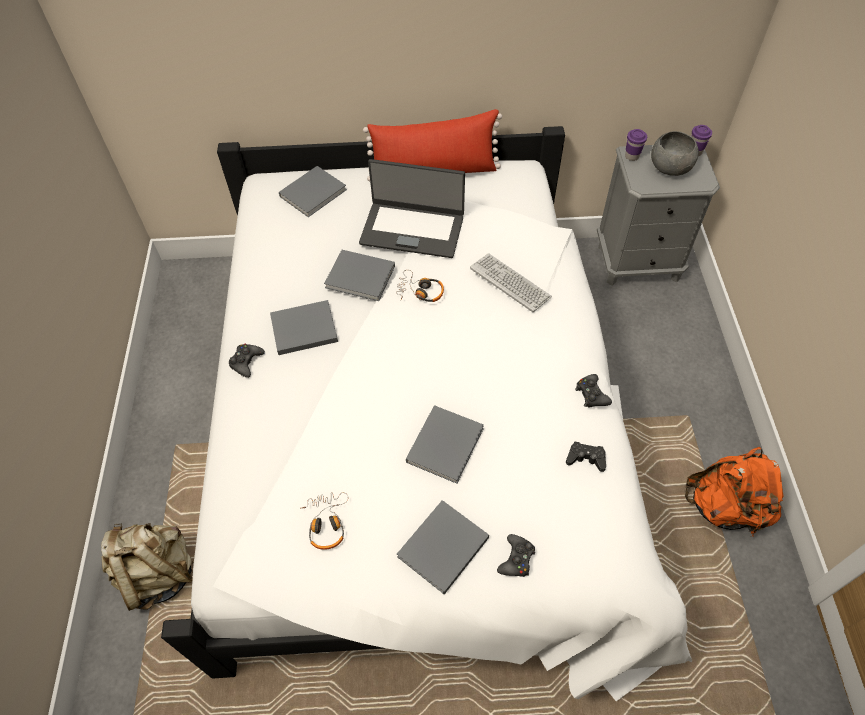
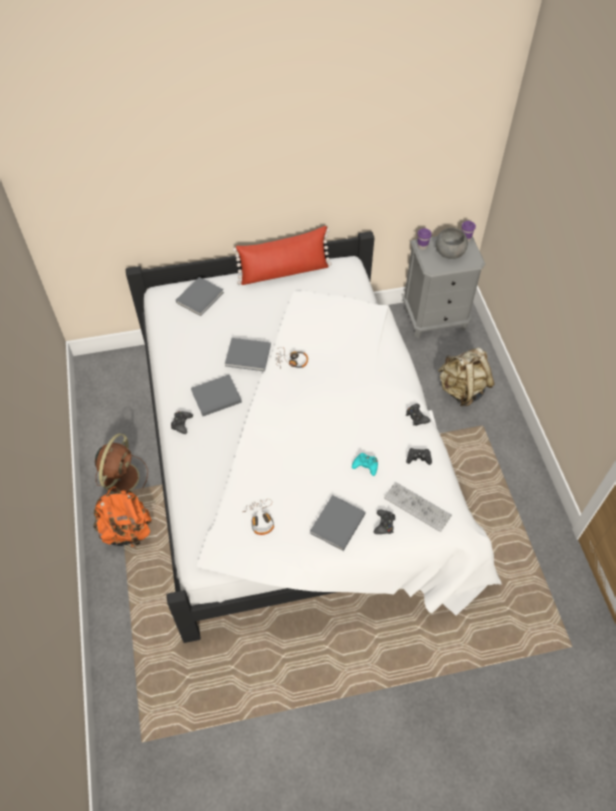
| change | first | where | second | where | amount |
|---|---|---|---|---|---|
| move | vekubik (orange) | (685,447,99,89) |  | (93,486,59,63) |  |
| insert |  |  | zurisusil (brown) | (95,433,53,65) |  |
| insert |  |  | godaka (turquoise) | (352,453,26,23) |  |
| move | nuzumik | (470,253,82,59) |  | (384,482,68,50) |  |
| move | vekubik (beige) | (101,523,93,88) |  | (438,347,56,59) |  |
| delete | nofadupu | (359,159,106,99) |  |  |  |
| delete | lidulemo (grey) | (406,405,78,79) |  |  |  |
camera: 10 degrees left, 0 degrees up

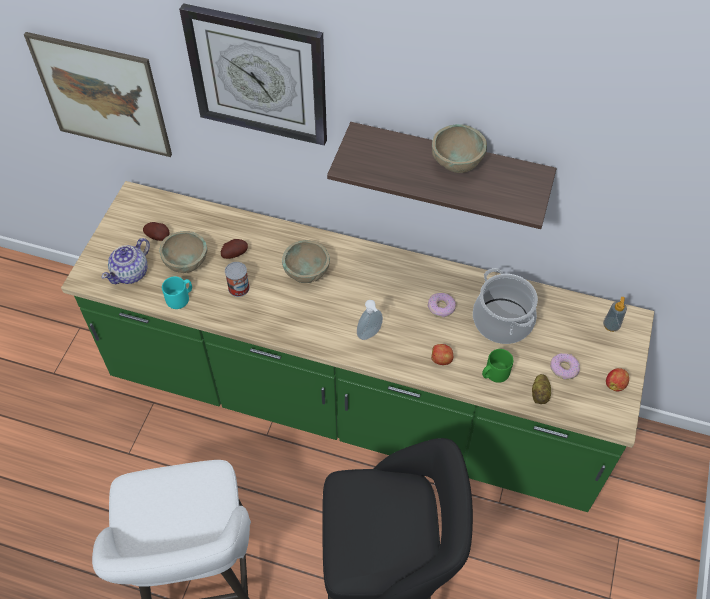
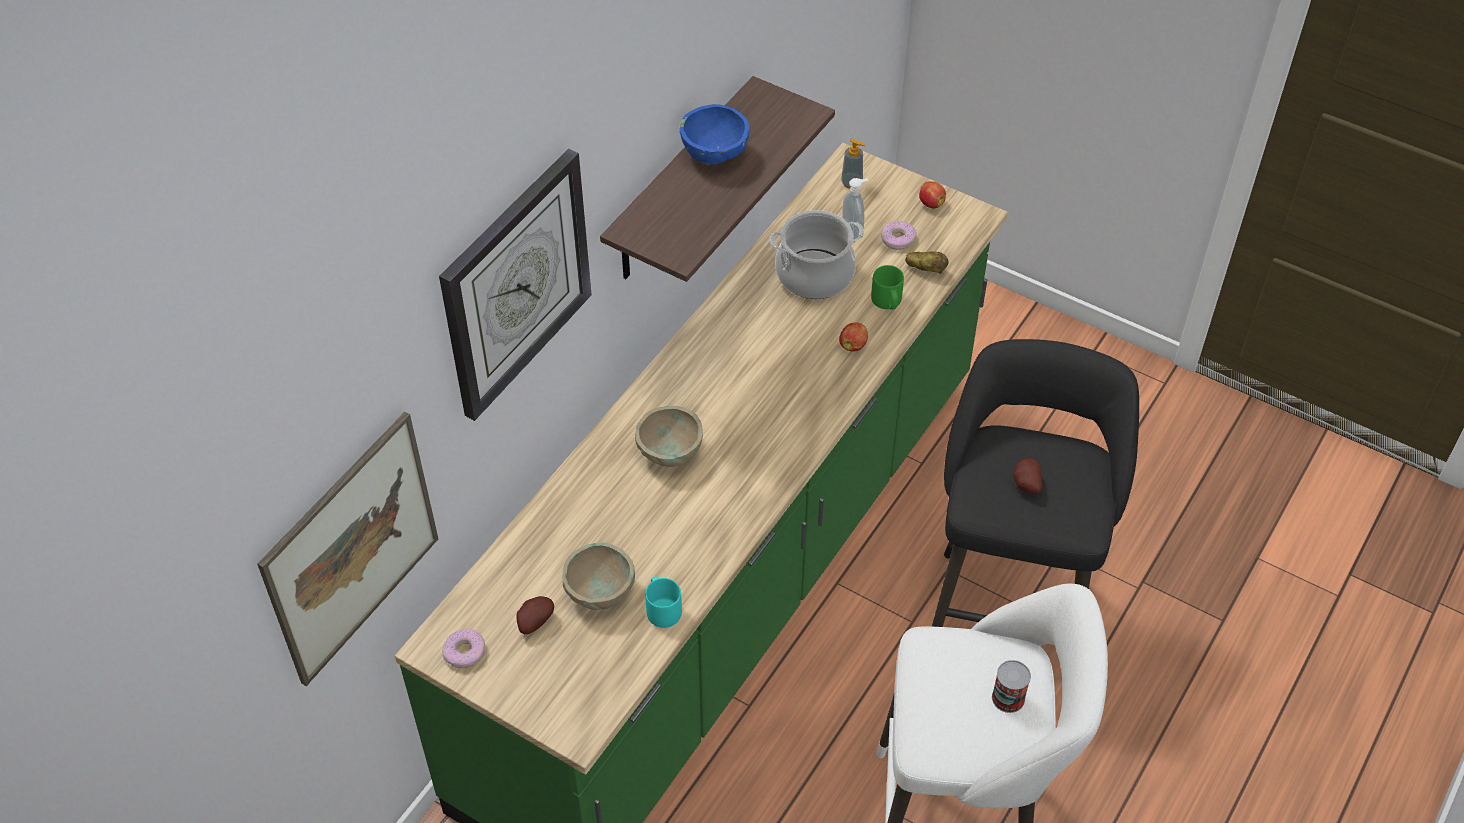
| change | first | where | second | where | amount |
|---|---|---|---|---|---|
| move | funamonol | (428,293,28,25) |  | (442,629,44,39) |  |
| recolor | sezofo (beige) | (432,124,55,49) | sezofo (blue) | (680,104,69,61) |  |
| move | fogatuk | (357,300,26,40) |  | (842,178,26,62) |  |
| move | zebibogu | (225,262,25,35) |  | (992,660,39,53) |  |
| move | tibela | (221,239,27,20) |  | (1013,458,30,37) |  |
| delete | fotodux | (102,238,48,46) |  |  |  |
camera: 75 degrees left, 5 degrees down

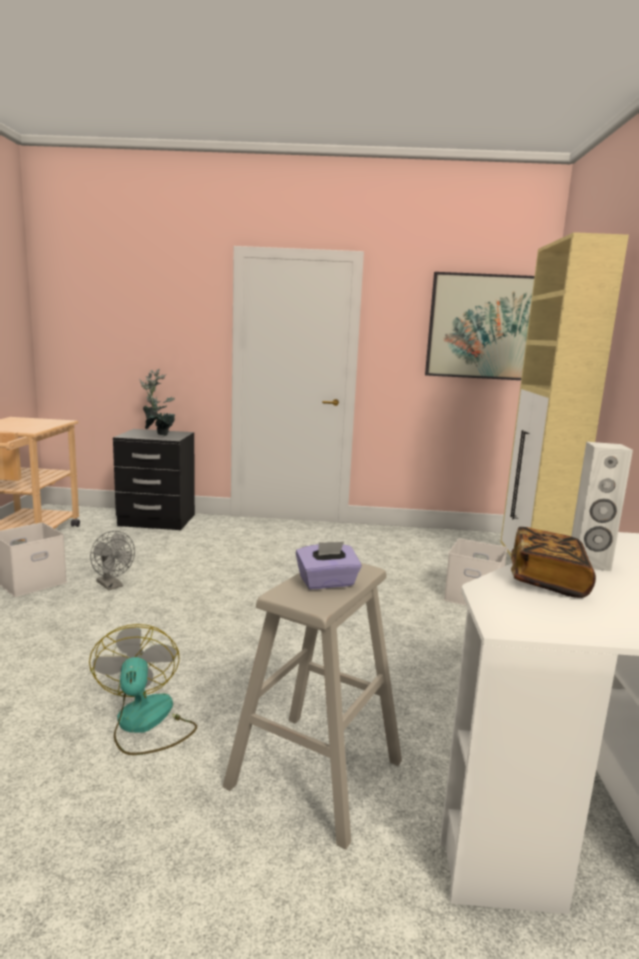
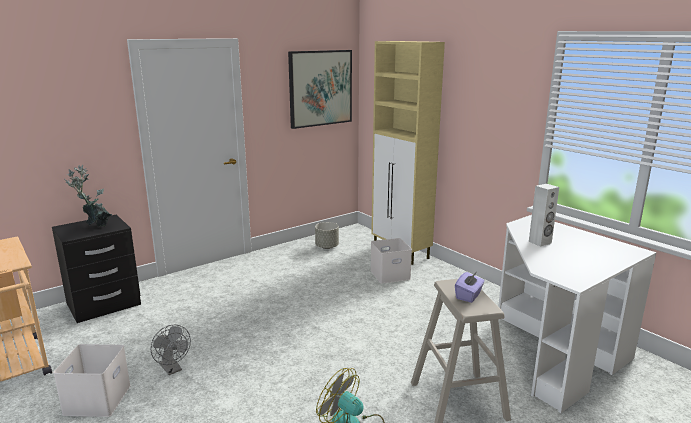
| change | first | where | second | where | amount |
|---|---|---|---|---|---|
| rotate | zurisusil (grey) | (90,531,45,59) |  | (150,325,41,50) | 45 degrees clockwise |
| insert |  |  | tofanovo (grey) | (315,222,24,27) |  |
| delete | lidulemo | (511,527,85,71) |  |  |  |
camera: 40 degrees left, 5 degrees up

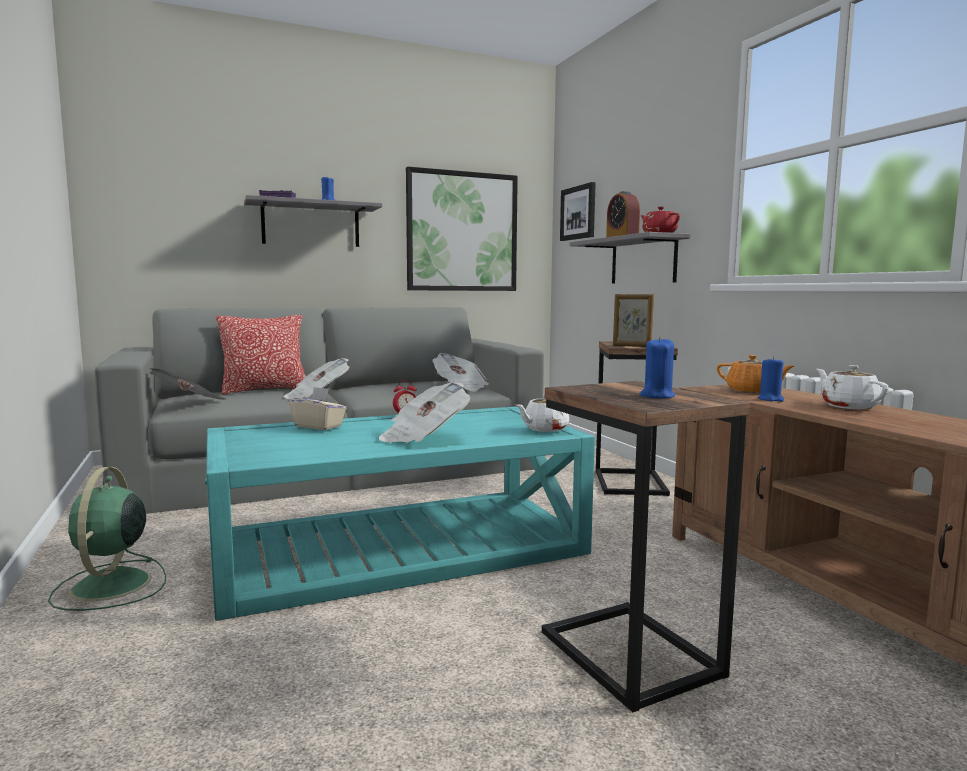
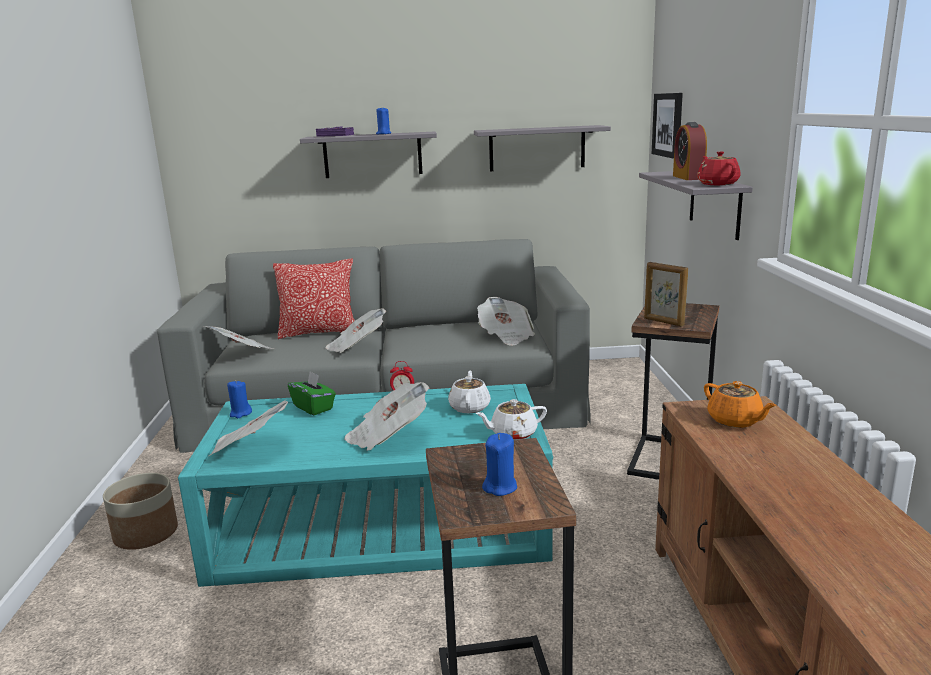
| change | first | where | second | where | amount |
|---|---|---|---|---|---|
| replace | zurisusil (green) | (48,467,118,144) | tofanovo | (103,473,75,77) |  |
| insert |  |  | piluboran | (209,399,79,57) |  |
| move | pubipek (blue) | (758,357,26,45) |  | (227,380,25,38) |  |
| recolor | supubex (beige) | (289,387,57,43) | supubex (green) | (288,371,48,44) |  |
| move | fotodux (white) | (817,365,72,44) |  | (448,371,43,42) |  |
| replace | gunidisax | (406,167,112,124) | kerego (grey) | (474,125,137,46) |  |
camera: 20 degrees right, 10 degrees up

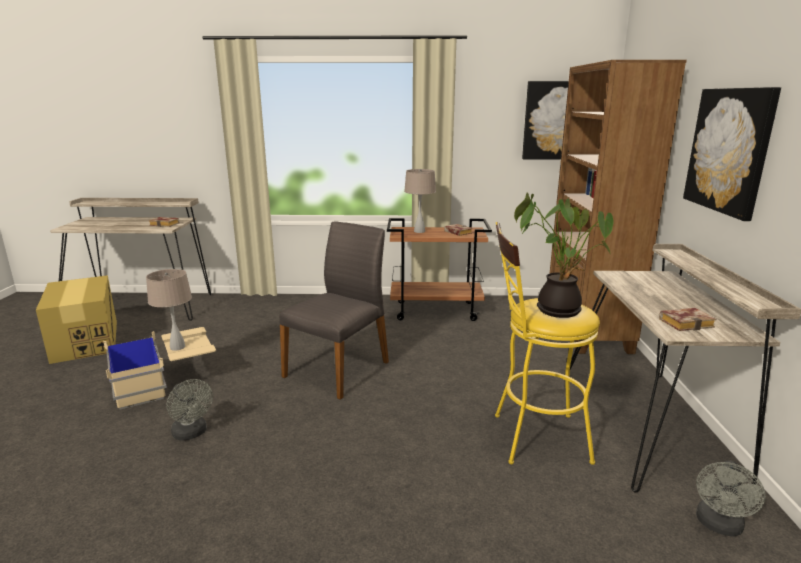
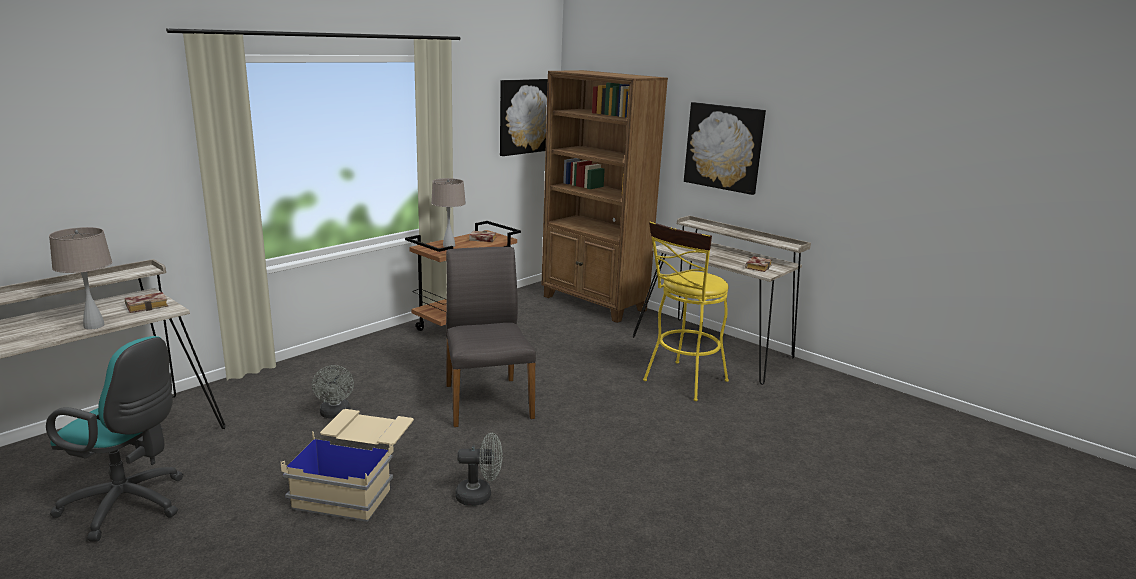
| change | first | where | second | where | amount |
|---|---|---|---|---|---|
| replace | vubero | (36,275,81,89) | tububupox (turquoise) | (46,336,137,205) |  |
| move | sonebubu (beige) | (146,269,46,82) |  | (49,227,63,102) |  |
| move | zurisusil (grey) | (696,461,70,76) |  | (312,365,42,54) |  |
| delete | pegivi | (514,192,100,126) |  |  |  |
camera: 50 degrees left, 0 degrees up

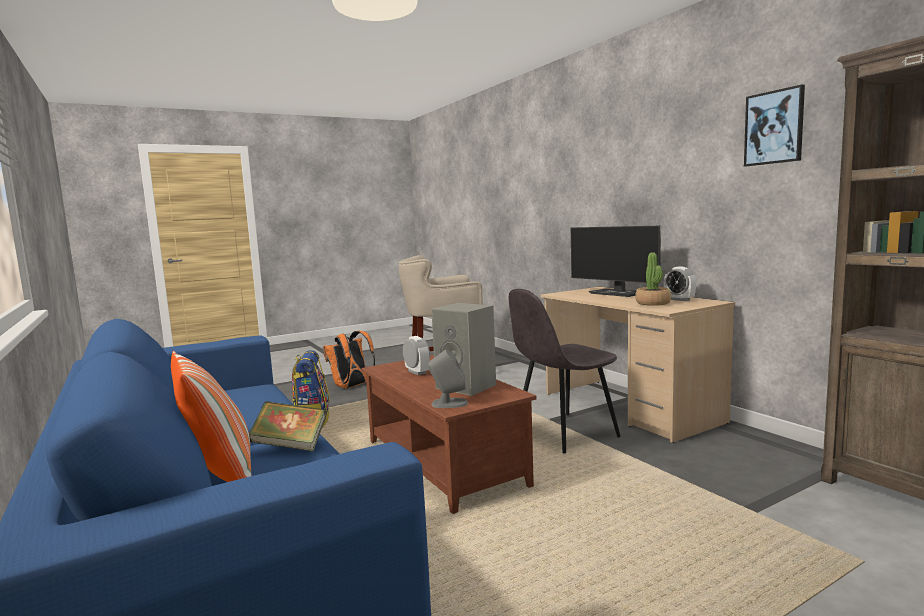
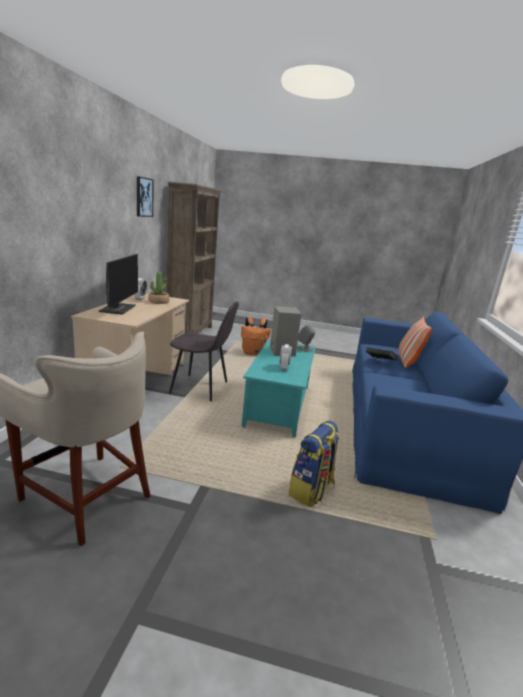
| change | first | where | second | where | amount |
|---|---|---|---|---|---|
| move | vekubik (orange) | (323,331,52,58) |  | (241,317,30,38) |  |
| recolor | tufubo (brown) | (361,355,175,159) | tufubo (turquoise) | (241,339,75,98) |  |
camera: 140 degrees left, 10 degrees up

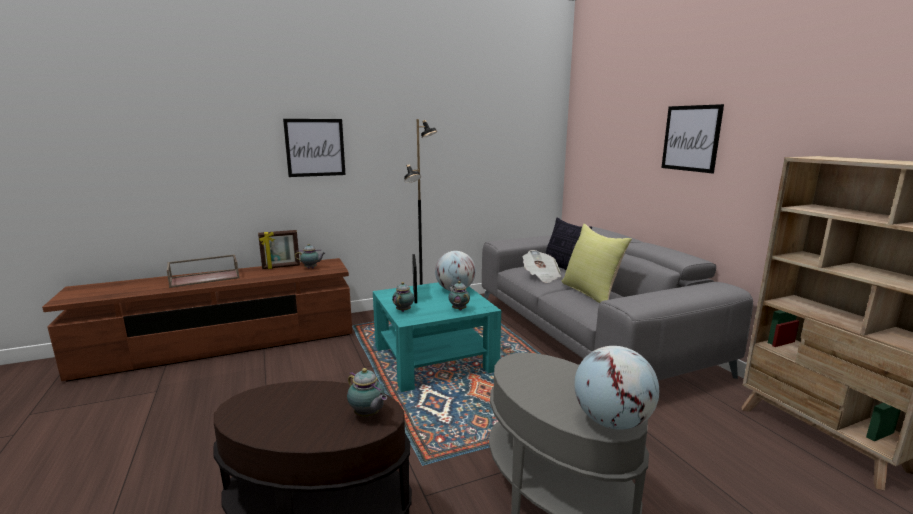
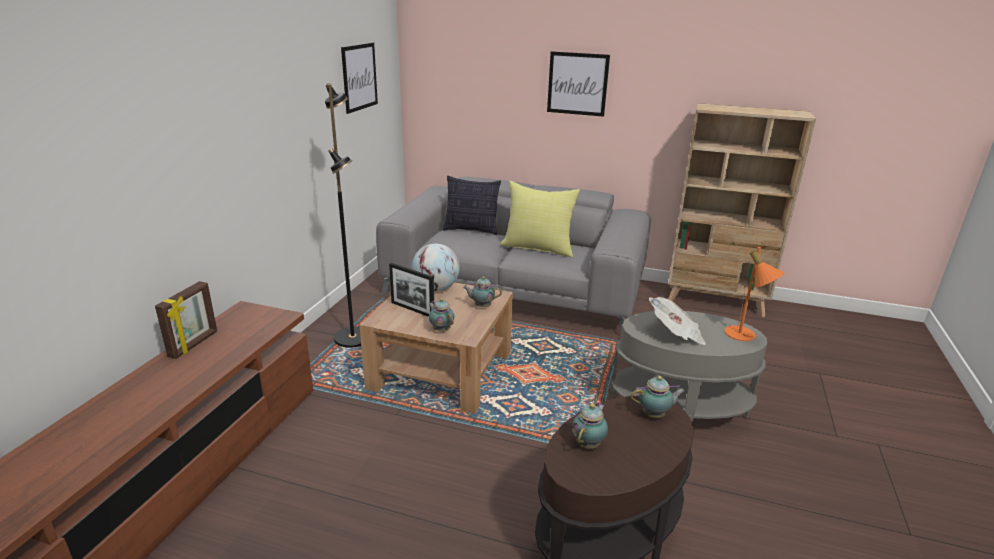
| change | first | where | second | where | amount |
|---|---|---|---|---|---|
| move | gunidisax | (283,119,62,58) |  | (341,43,37,71) |  |
| recolor | tufubo (turquoise) | (373,282,128,110) | tufubo (brown) | (359,282,154,132) |  |
| move | fotodux | (295,244,30,25) |  | (572,403,36,46) |  |
| move | piluboran | (523,250,38,33) |  | (649,297,57,48) |  |
| replace | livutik | (574,346,85,84) | sonebubu (orange) | (724,247,60,94) |  |
| delete | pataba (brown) | (167,255,73,33) |  |  |  |
camera: 50 degrees left, 10 degrees up

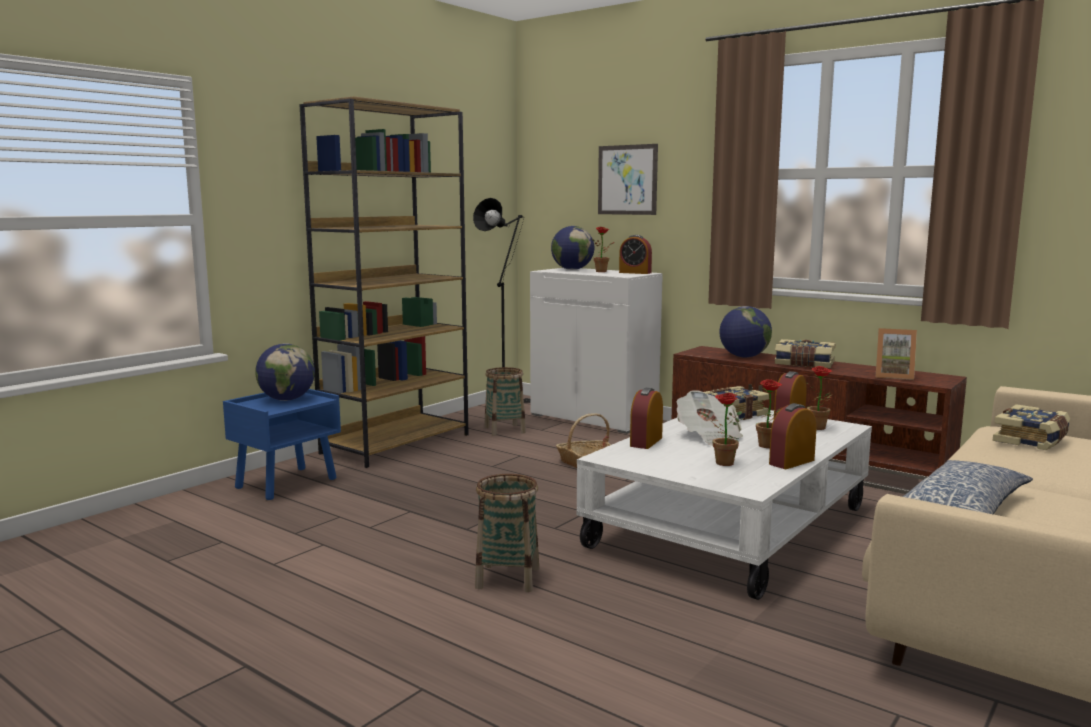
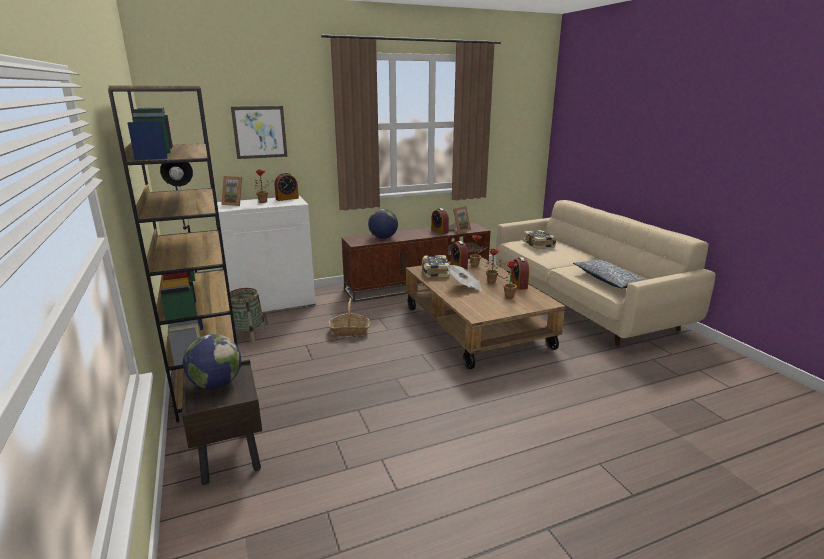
| change | first | where | second | where | amount |
|---|---|---|---|---|---|
| recolor | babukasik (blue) | (223,389,118,111) | babukasik (brown) | (182,359,80,126) |  |
| replace | livutik | (551,226,43,44) | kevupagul | (221,176,21,30) |  |
| recolor | tufubo (white) | (576,410,296,190) | tufubo (brown) | (406,257,160,112) |  |
| move | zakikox | (630,388,33,61) |  | (431,208,18,26) |  |
| delete | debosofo | (475,474,64,118) |  |  |  |
| delete | lidulemo | (775,339,61,29) |  |  |  |
camera: 60 degrees left, 10 degrees up

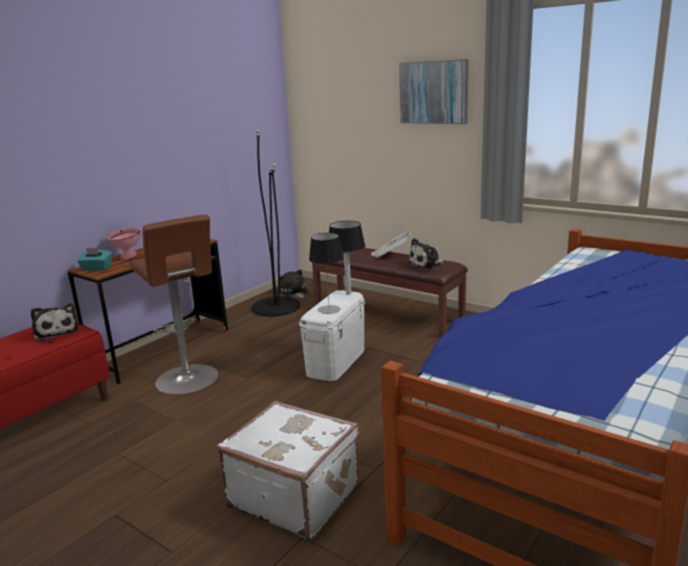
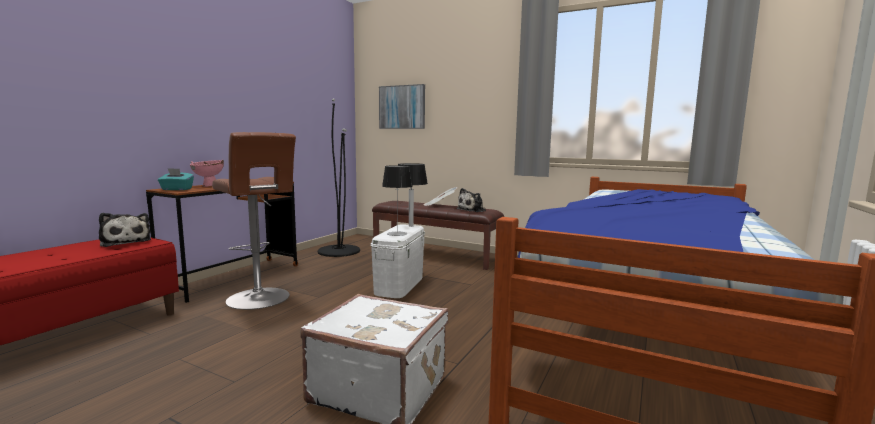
| change | first | where | second | where | amount |
|---|---|---|---|---|---|
| move | gunidisax | (399,59,70,65) |  | (379,84,46,45) |  |
| delete | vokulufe | (280,269,28,29) |  |  |  |
camera: 10 degrees left, 10 degrees down

